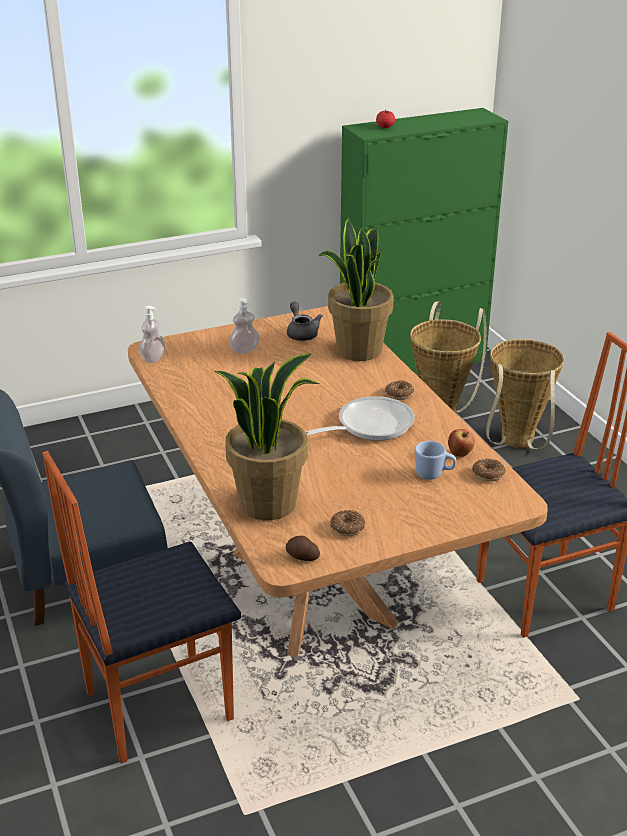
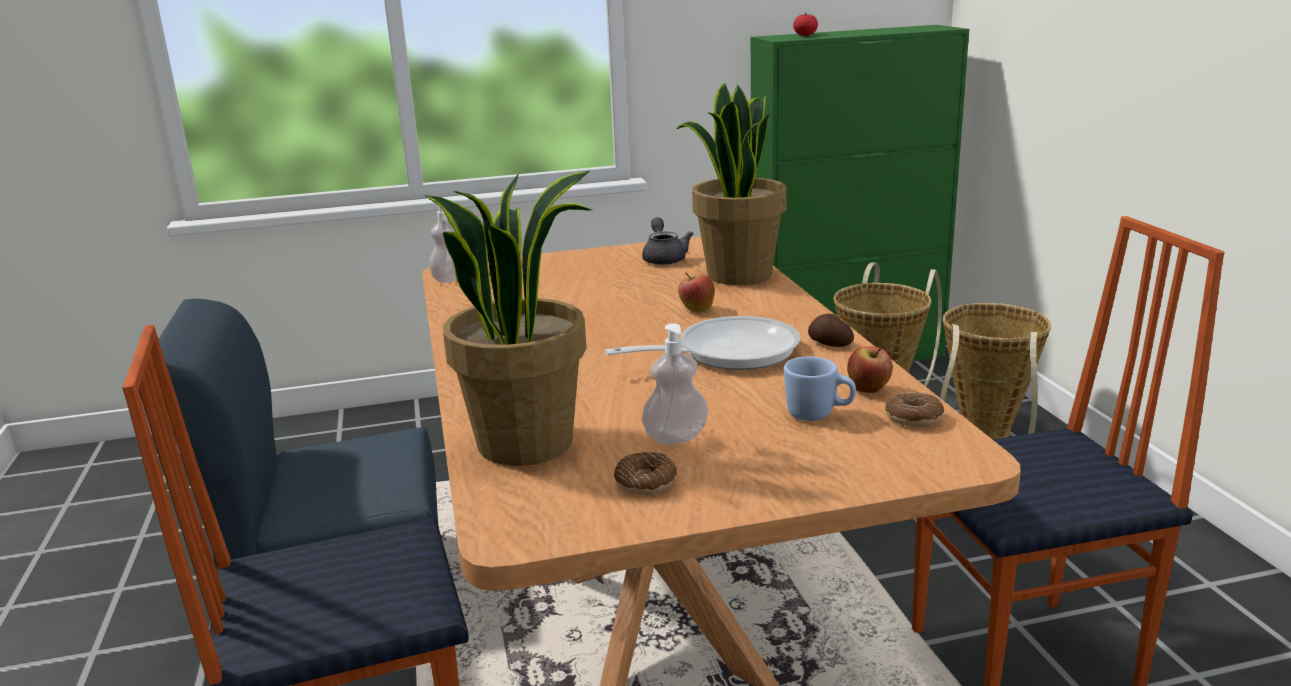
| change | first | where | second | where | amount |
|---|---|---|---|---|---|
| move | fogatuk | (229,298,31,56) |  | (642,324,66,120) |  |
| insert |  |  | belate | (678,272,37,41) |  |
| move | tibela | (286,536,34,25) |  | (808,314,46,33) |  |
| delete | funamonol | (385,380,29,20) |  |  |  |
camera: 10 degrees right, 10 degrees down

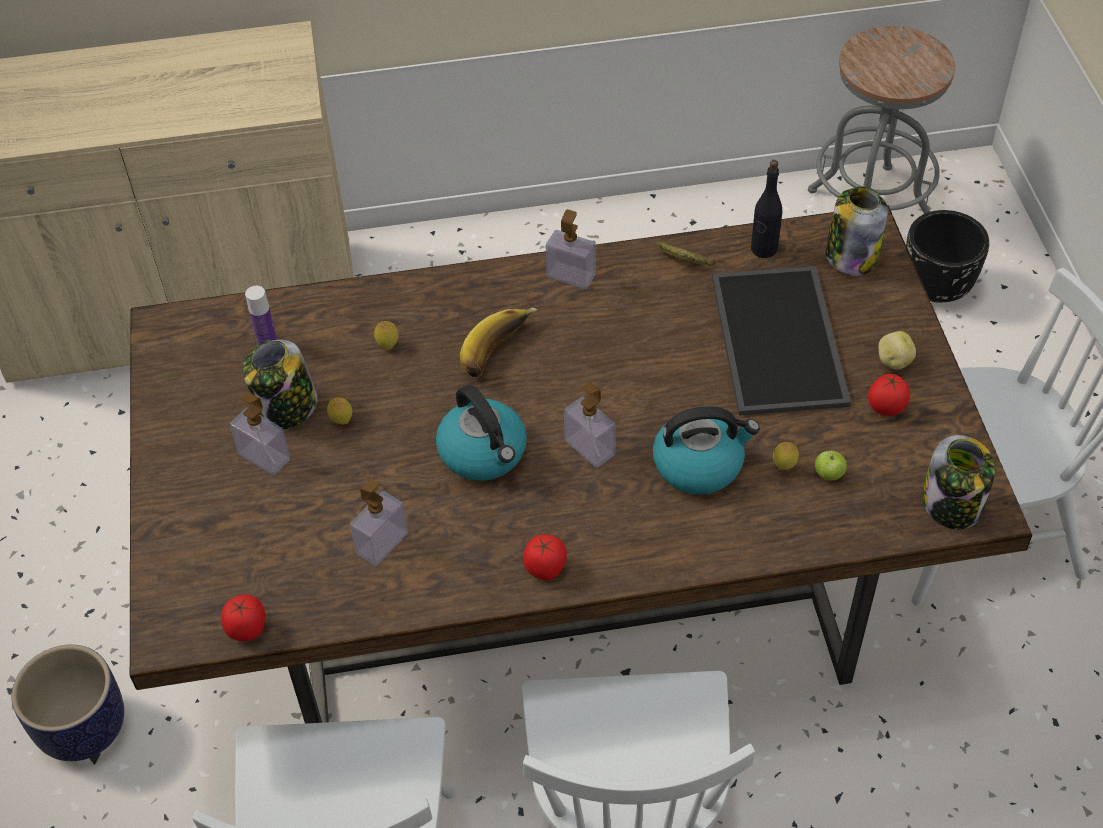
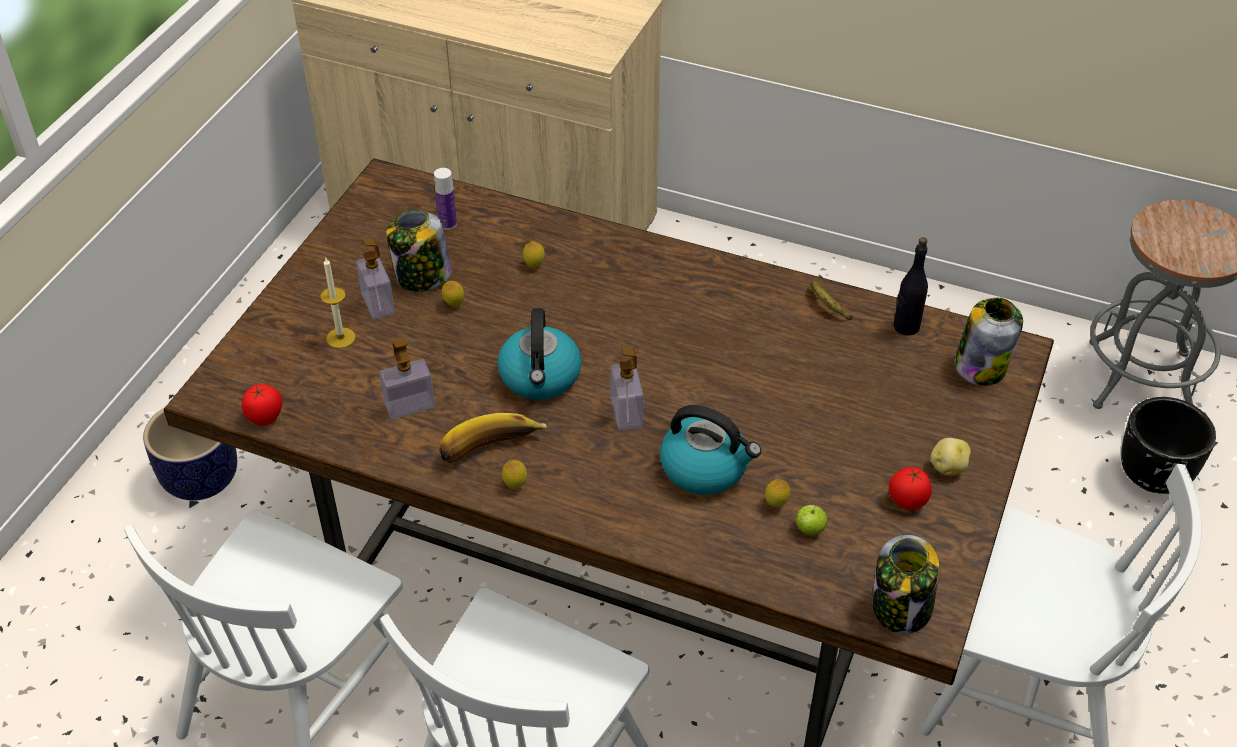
| change | first | where | second | where | amount |
|---|---|---|---|---|---|
| insert |  |  | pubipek | (320,258,36,90) |  |
| move | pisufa | (460,308,77,69) |  | (439,413,108,50) |  |
| replace | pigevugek | (523,535,44,45) | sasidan | (502,460,25,30) |  |
| delete | fogatuk | (546,209,50,80) |  |  |  |
| delete | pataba | (712,266,139,150) |  |  |  |
camera: 30 degrees right, 5 degrees down

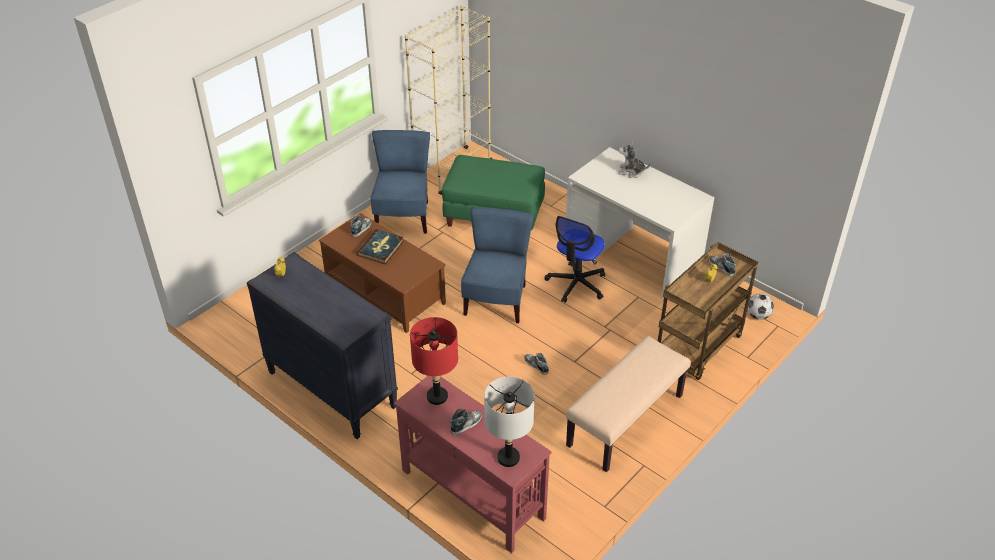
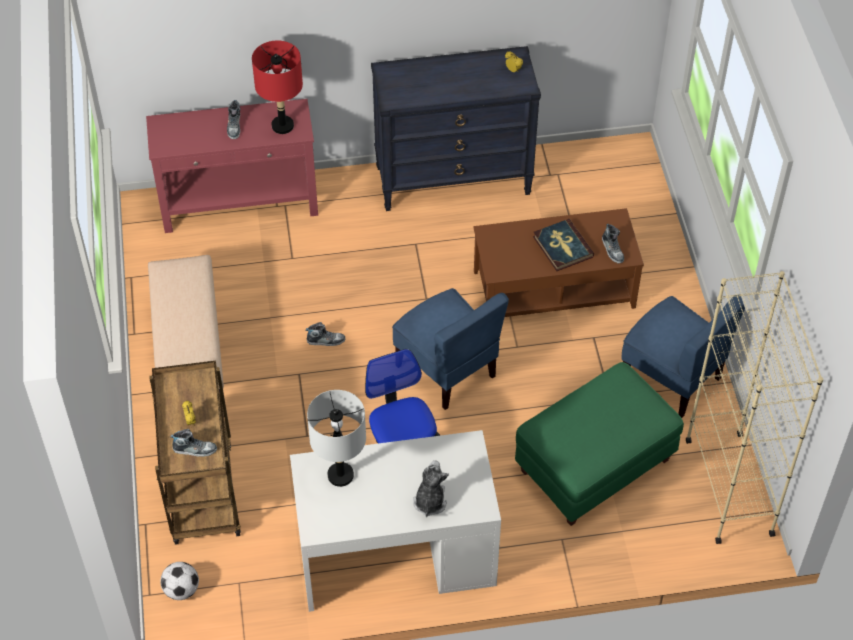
| change | first | where | second | where | amount |
|---|---|---|---|---|---|
| move | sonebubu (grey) | (484,377,50,90) |  | (307,390,59,97) |  |
| rotate | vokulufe | (618,141,33,37) |  | (413,460,36,57) | 45 degrees counterclockwise |
camera: 130 degrees right, 10 degrees up

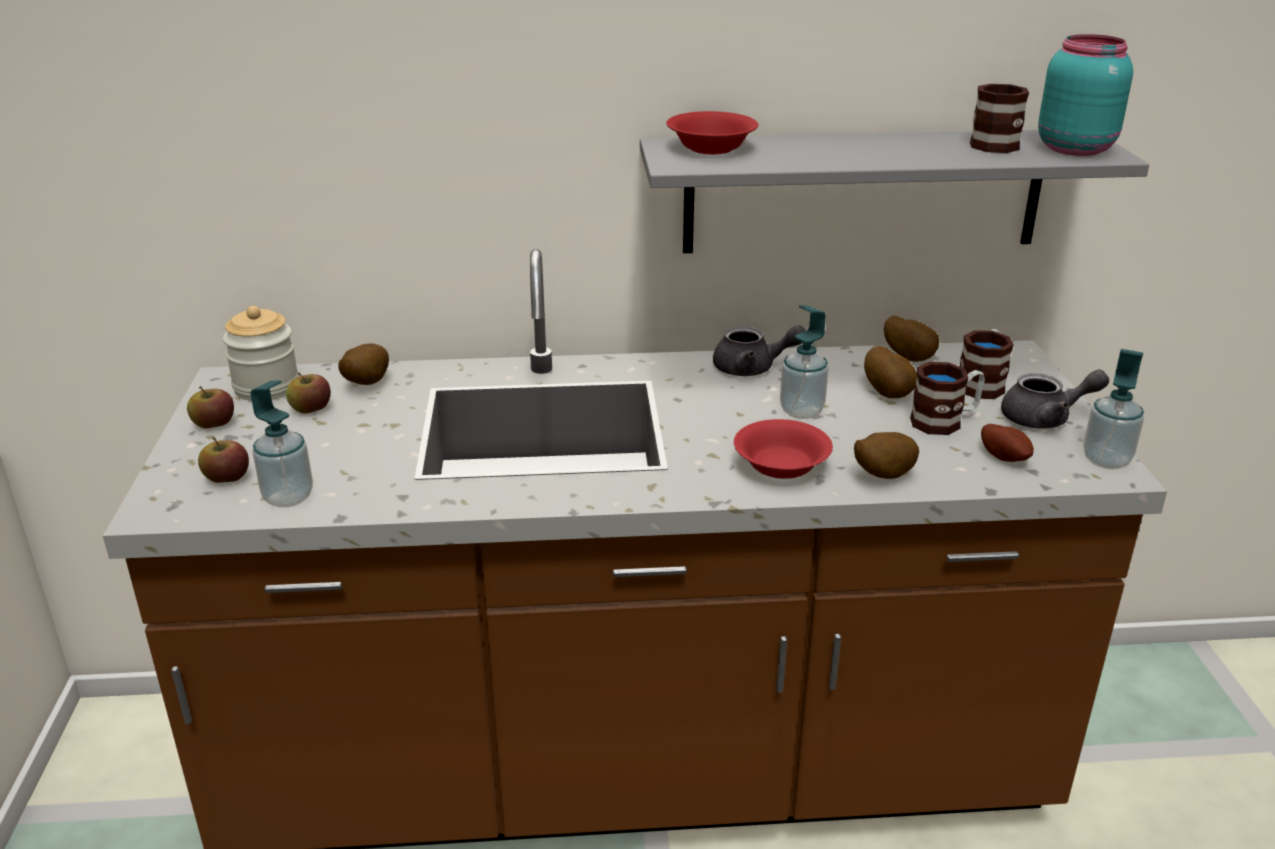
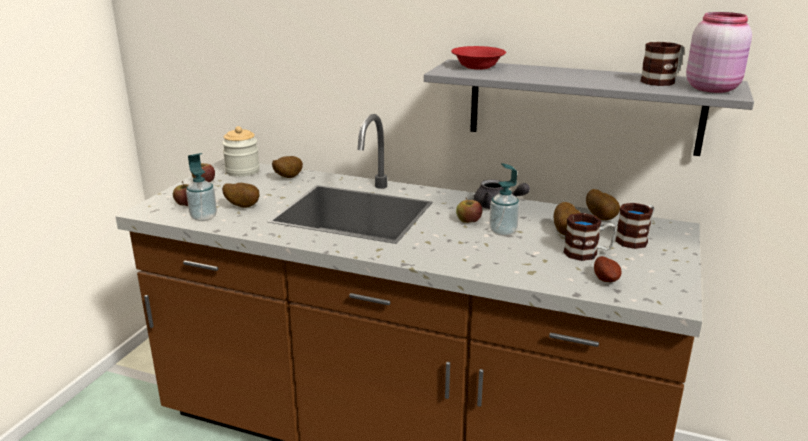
| change | first | where | second | where | amount |
|---|---|---|---|---|---|
| move | tibela | (854,432,65,47) |  | (222,183,37,25) |  |
| move | belate | (286,373,45,41) |  | (456,198,26,25) |  |
| recolor | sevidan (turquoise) | (1038,34,95,122) | sevidan (pink) | (686,12,66,81) |  |
| delete | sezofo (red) | (734,419,99,60) |  |  |  |
| delete | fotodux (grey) | (1001,369,108,60) |  |  |  |
| delete | fogatuk | (1084,349,60,120) |  |  |  |
camera: 25 degrees right, 5 degrees down

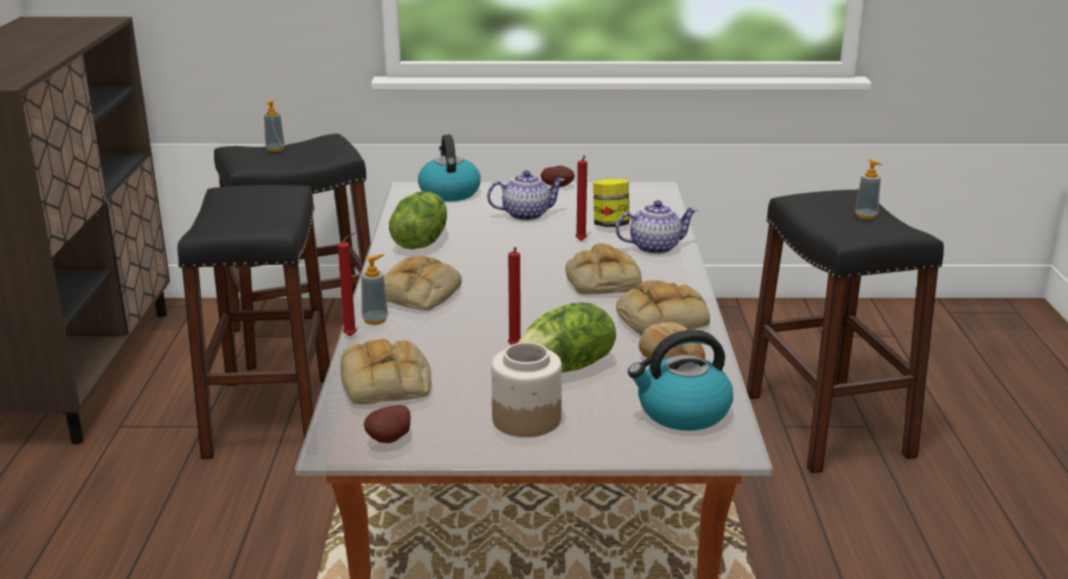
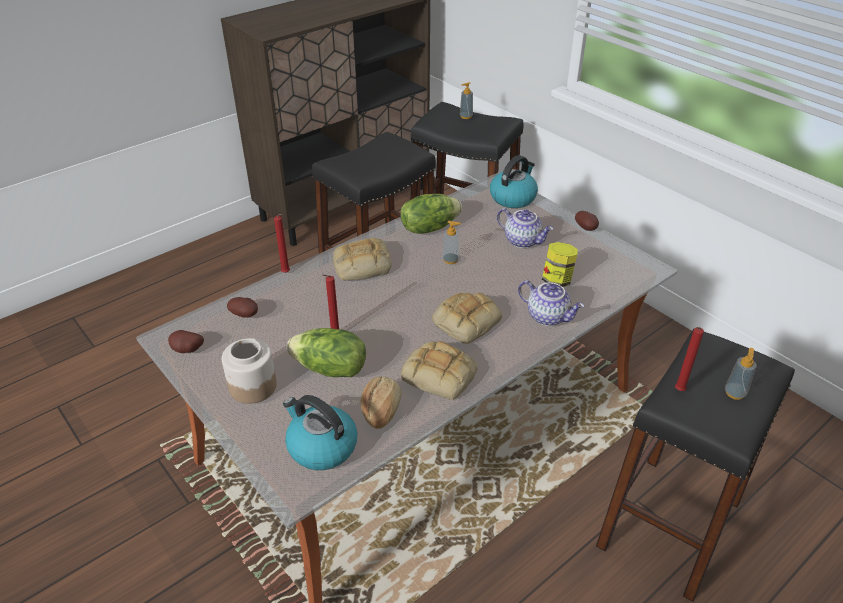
| change | first | where | second | where | amount |
|---|---|---|---|---|---|
| replace | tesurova | (340,339,91,65) | tibela | (227,297,31,21) |  |
| move | fogatuk | (361,254,27,71) |  | (442,221,19,43) |  |
| move | pubipek (red) | (575,155,12,86) |  | (675,327,29,64) |  |
camera: 50 degrees right, 15 degrees up

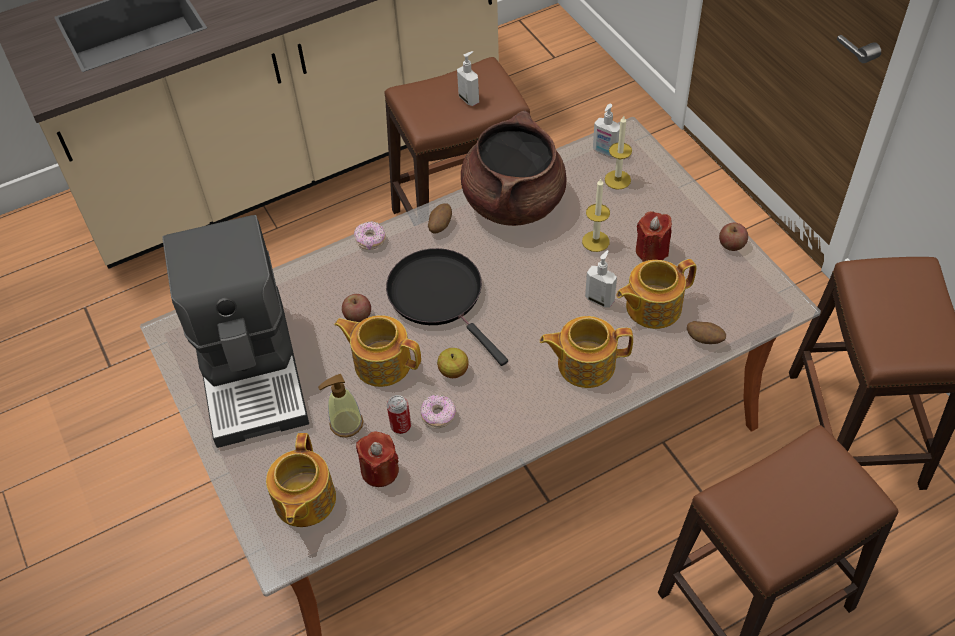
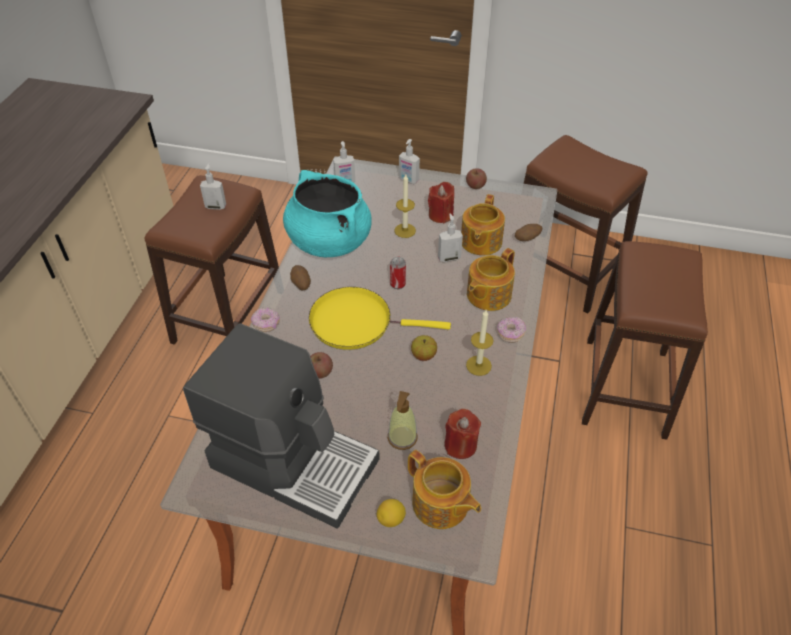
| change | first | where | second | where | amount |
|---|---|---|---|---|---|
| recolor | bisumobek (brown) | (461,111,106,115) | bisumobek (turquoise) | (283,170,89,87) |  |
| recolor | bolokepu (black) | (386,248,122,118) | bolokepu (yellow) | (309,287,142,63) |  |
| insert |  |  | sasidan | (377,499,29,28) |  |
| move | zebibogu | (387,395,24,39) |  | (390,257,16,32) |  |
| insert |  |  | fogatuk | (399,139,21,45) |  |
| move | pubipek | (605,116,27,74) |  | (466,310,28,66) |  |
| move | funamonol | (421,395,35,33) |  | (497,317,29,26) |  |
| delete | fotodux | (334,315,87,72) |  |  |  |
camera: 50 degrees left, 5 degrees down

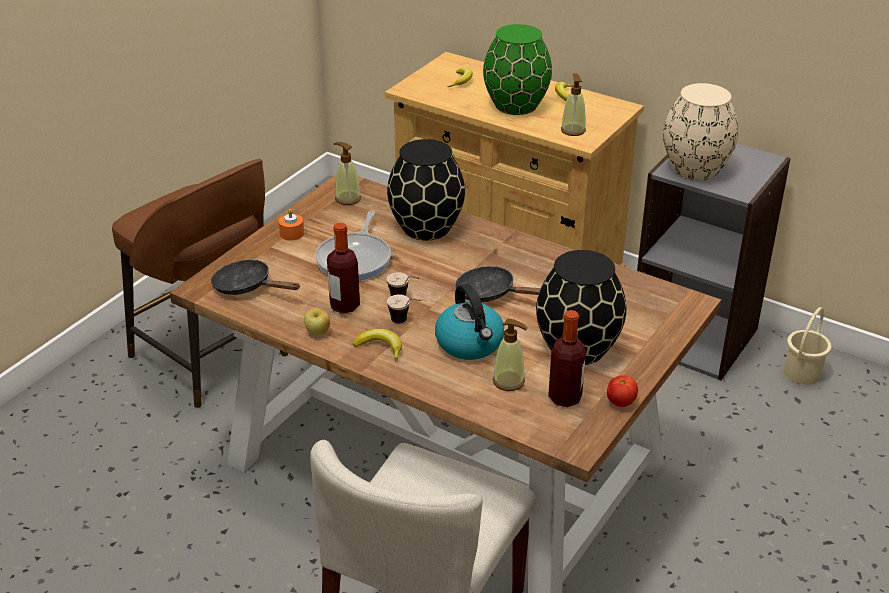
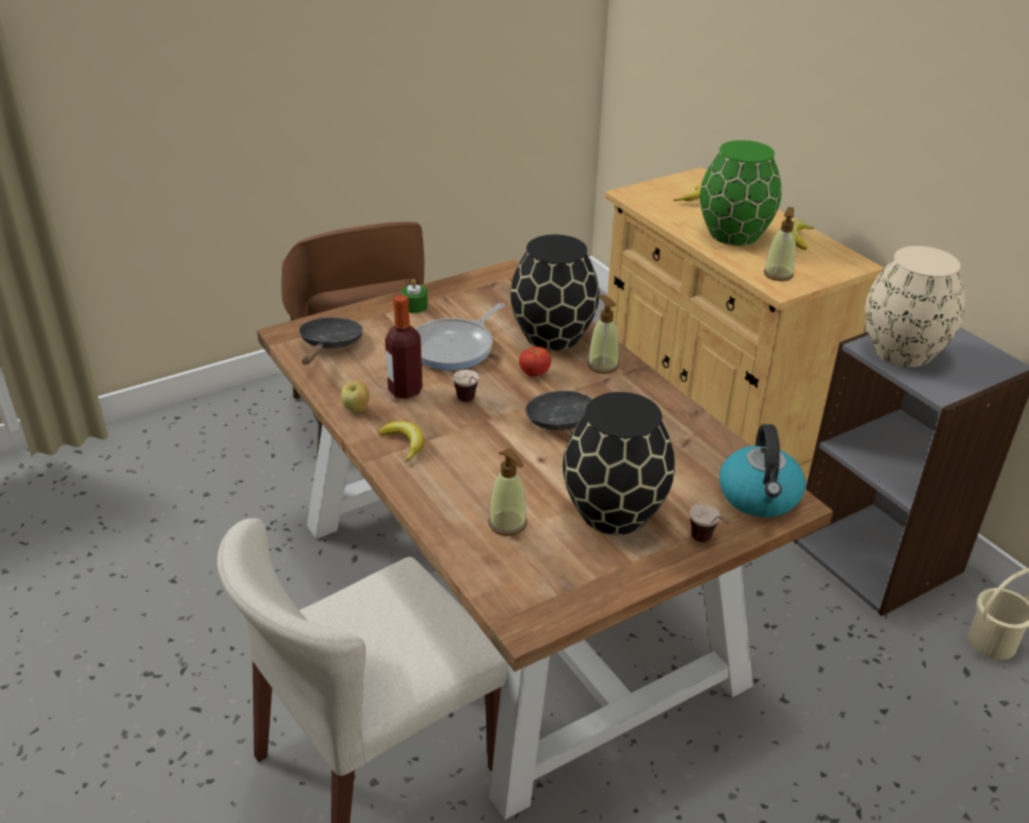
| change | first | where | second | where | amount |
|---|---|---|---|---|---|
| rotate | bolokepu (black) | (211,260,89,35) |  | (299,317,64,47) | 45 degrees clockwise |
| recolor | pubipek (orange) | (279,209,25,32) | pubipek (green) | (401,279,27,34) |  |
| move | pigevugek | (607,375,31,32) |  | (519,347,32,29) |  |
| move | fogatuk | (334,142,27,63) |  | (587,295,32,79) |  |
| move | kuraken | (387,294,34,29) |  | (690,504,40,38) |  |
| move | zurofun | (435,284,69,76) |  | (719,424,87,93) |  |
| delete | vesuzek | (548,310,38,97) |  |  |  |
camera: 25 degrees right, 0 degrees up

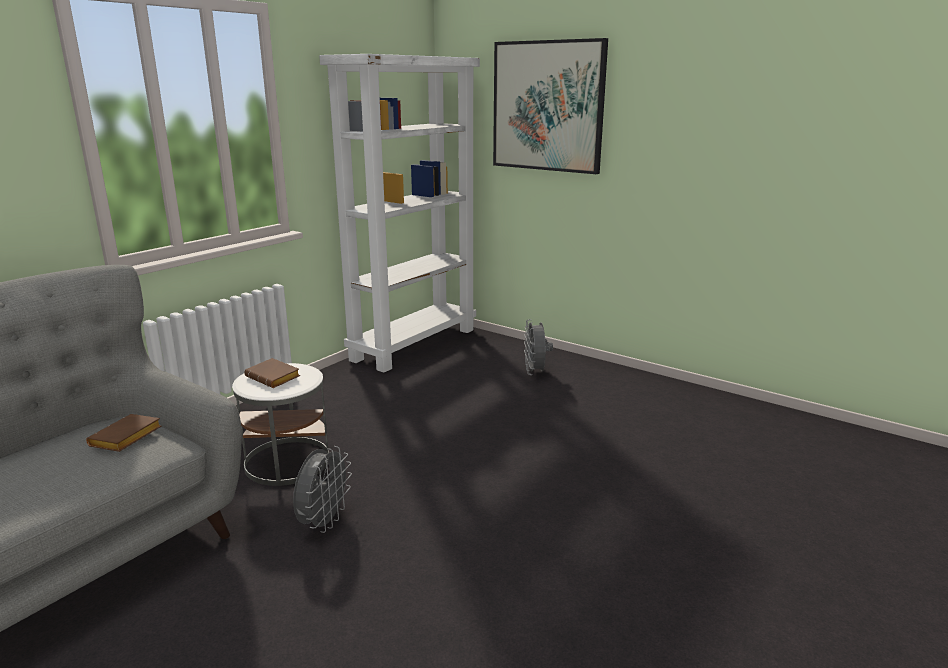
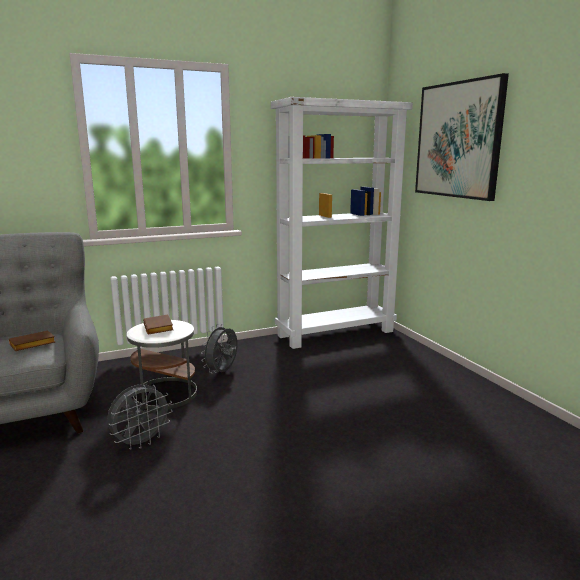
| change | first | where | second | where | amount |
|---|---|---|---|---|---|
| move | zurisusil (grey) | (524,319,29,56) |  | (201,324,37,49) |  |
camera: 30 degrees right, 5 degrees down

